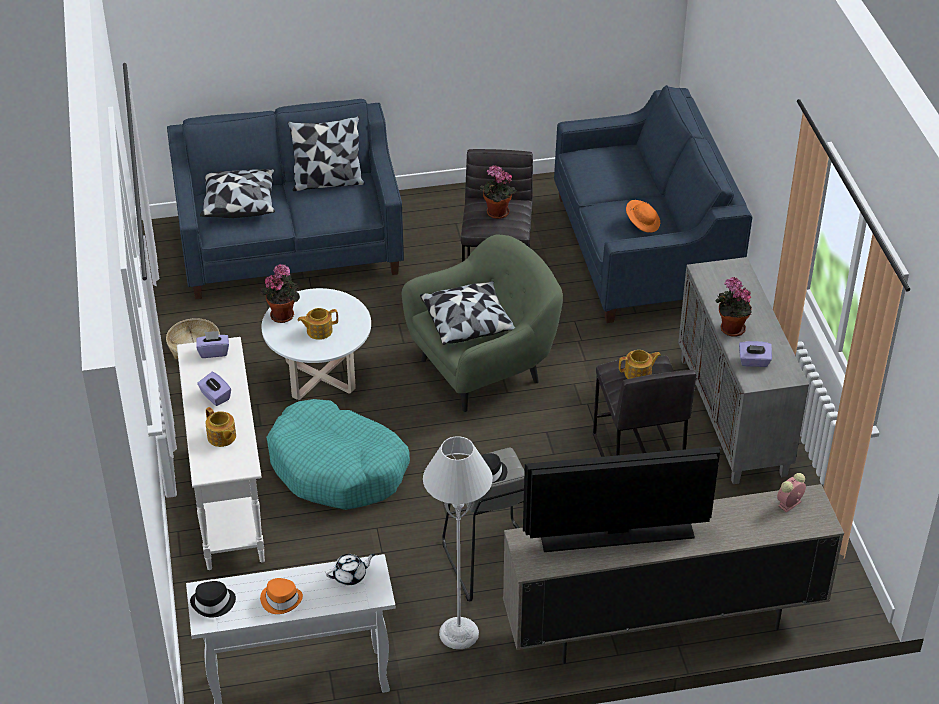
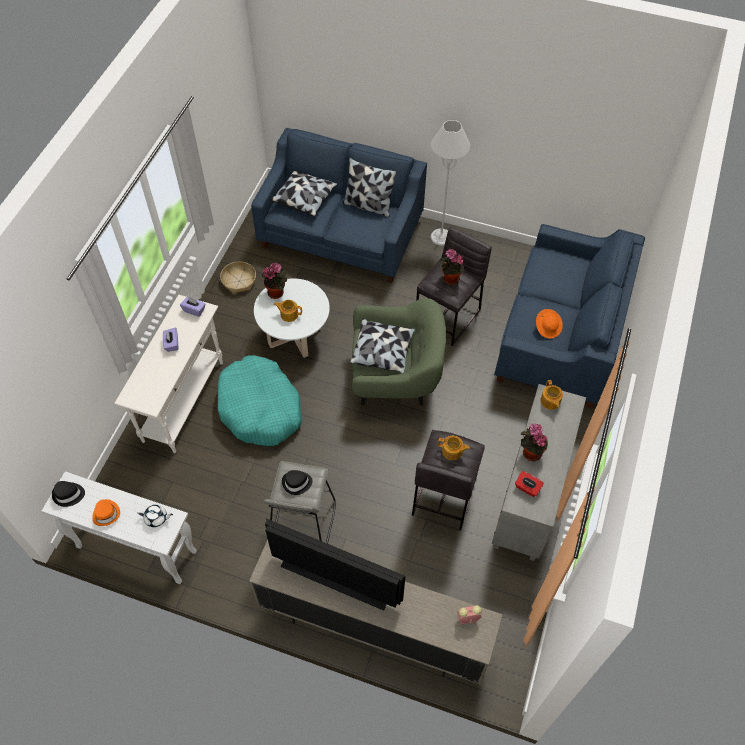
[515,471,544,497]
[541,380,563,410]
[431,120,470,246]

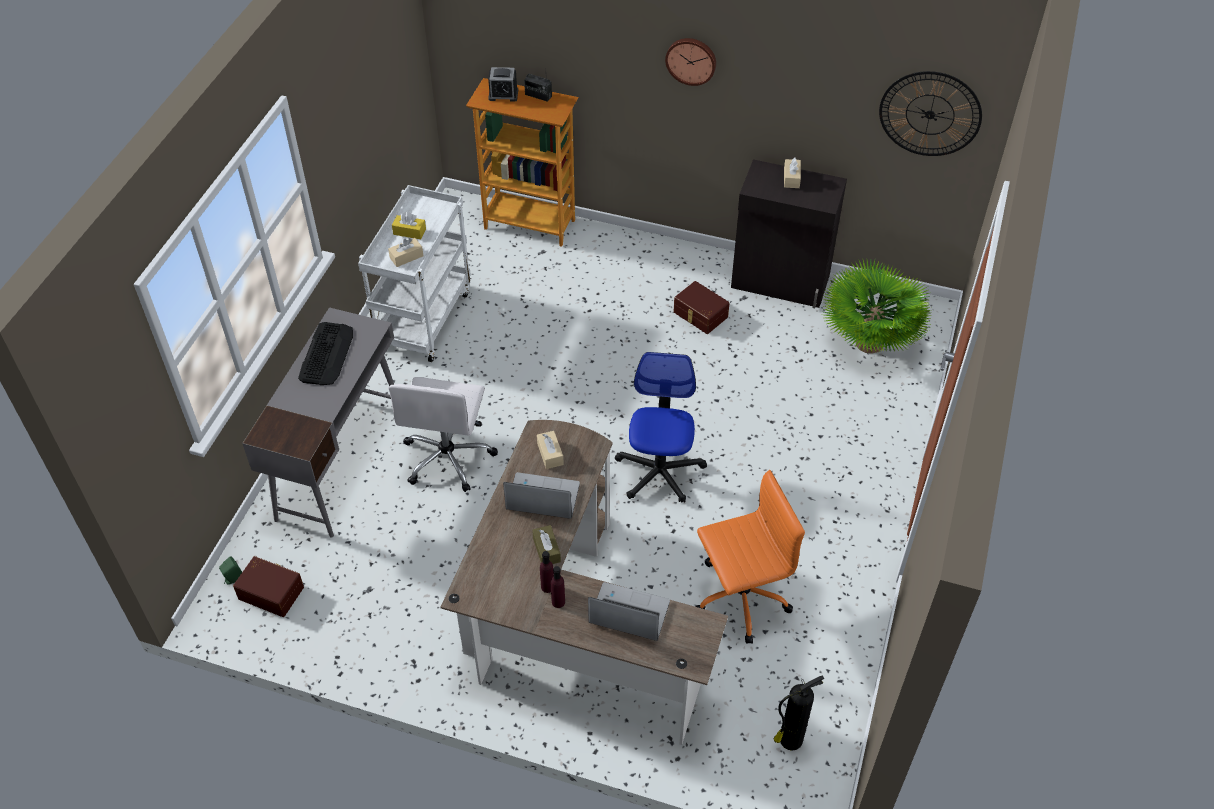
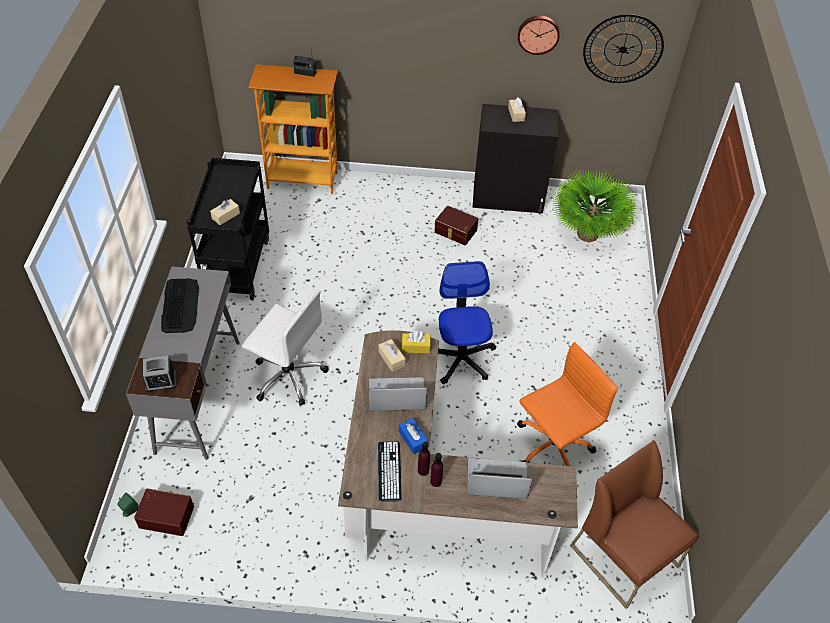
[518,16,560,55]
[142,356,176,392]
[187,158,269,300]
[402,331,431,353]
[242,291,329,406]
[399,418,428,454]
[570,440,698,609]
[378,441,402,502]

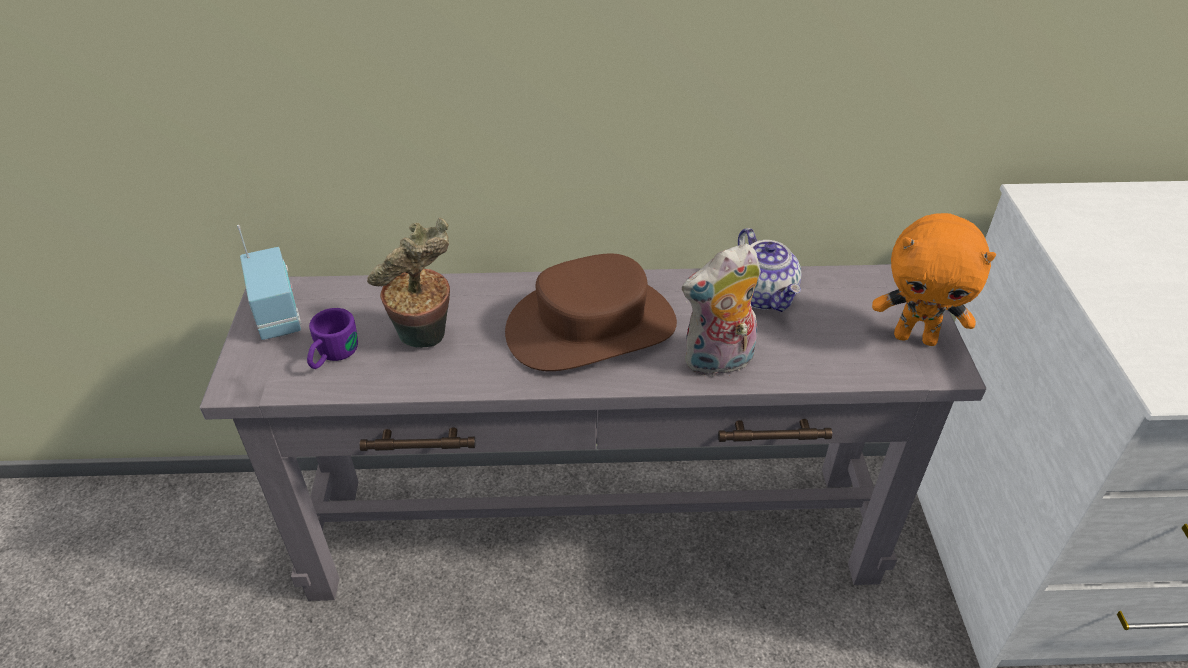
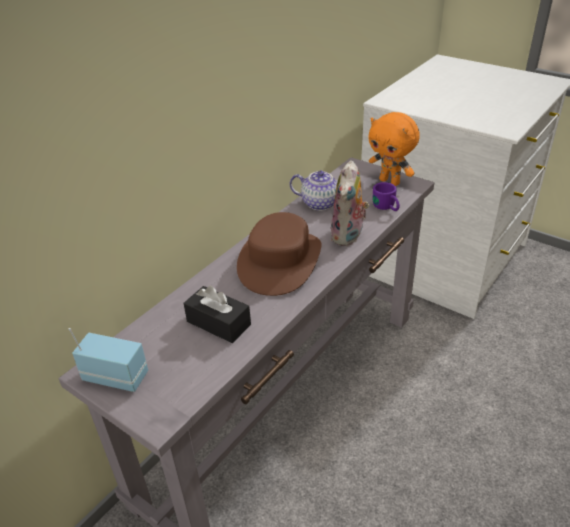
[368,112,420,186]
[184,286,251,343]
[373,182,400,211]

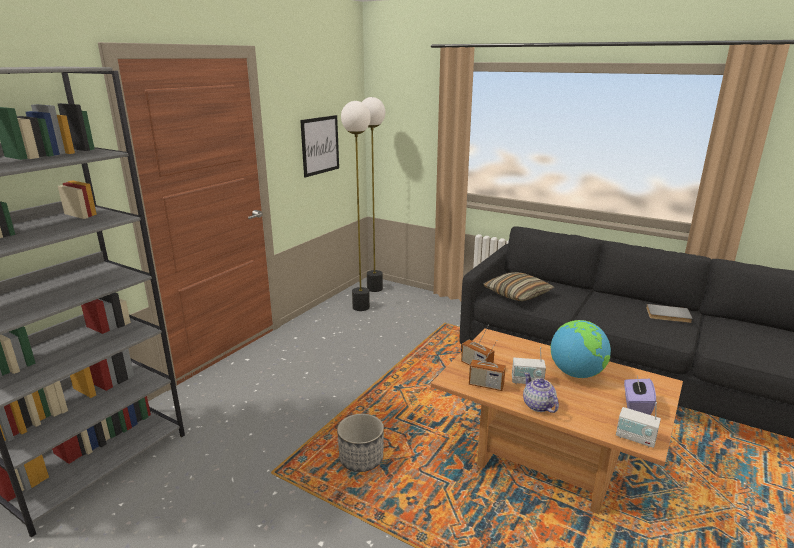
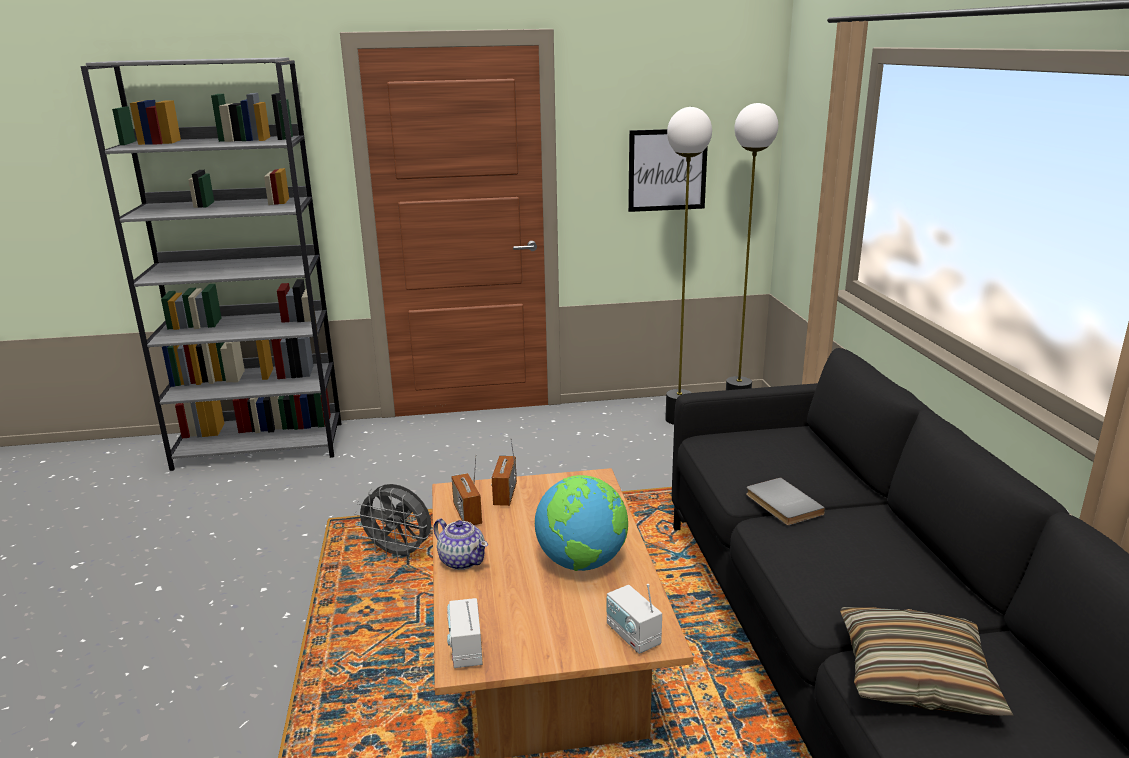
[840,607,1014,716]
[746,477,825,525]
[606,584,662,654]
[433,519,488,570]
[624,375,656,415] (first image)
[354,484,431,561]

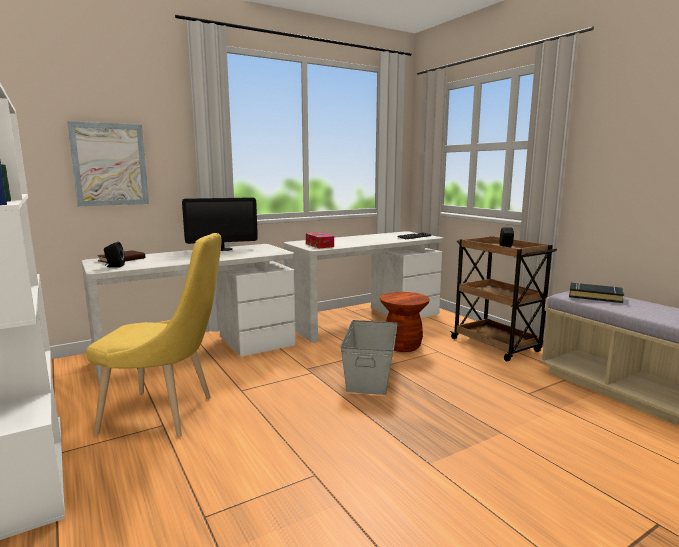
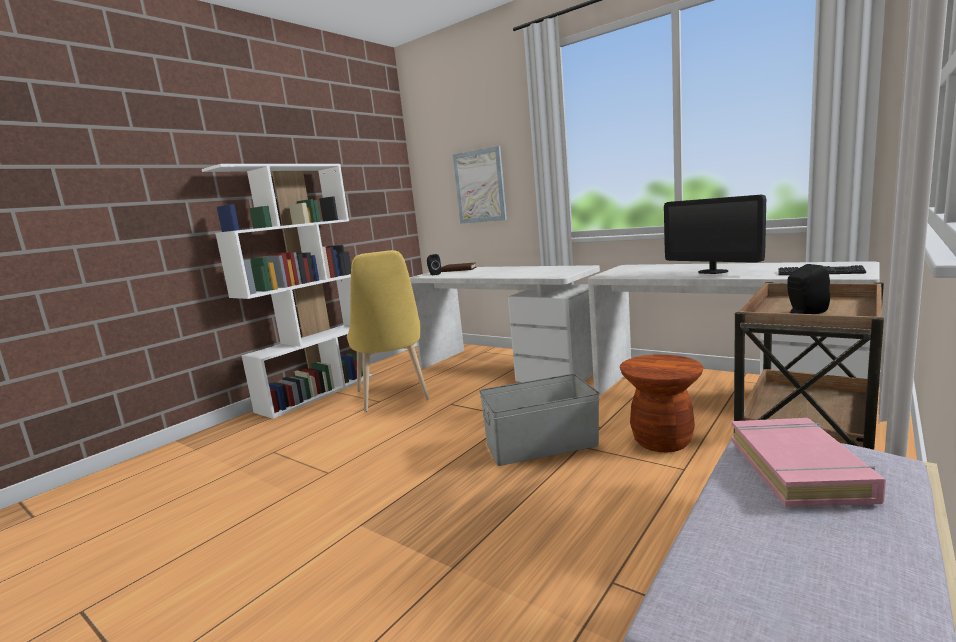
[664,194,766,274]
[306,232,334,248] (first image)
[731,418,886,507]

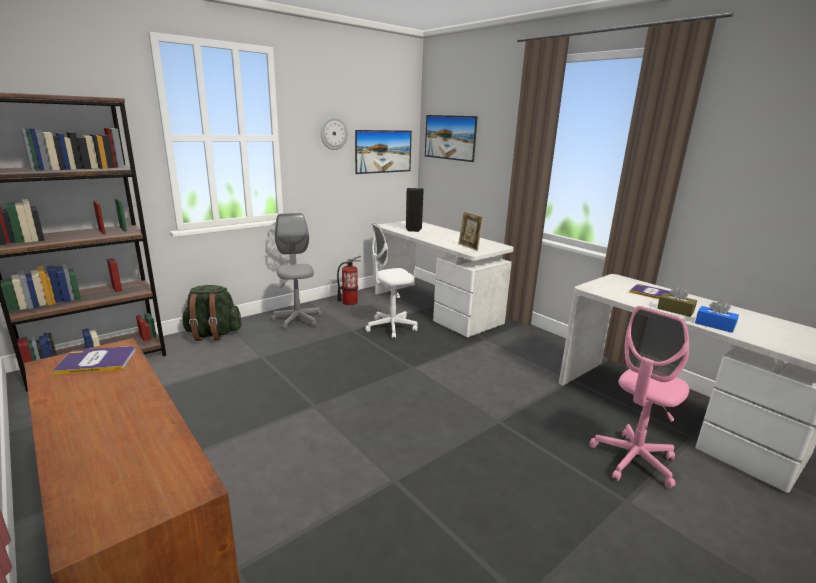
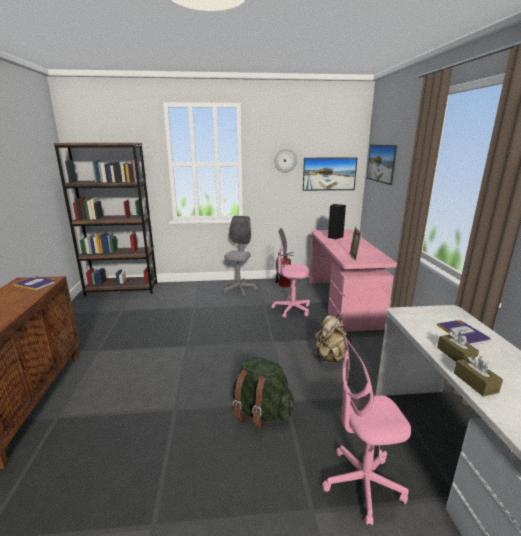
[309,229,397,332]
[271,228,310,318]
[233,357,294,429]
[454,356,503,397]
[315,315,352,363]

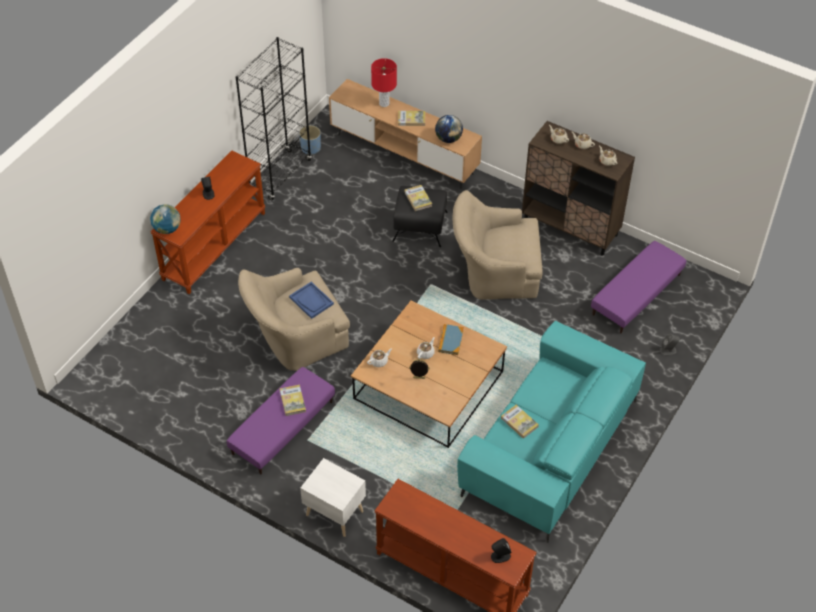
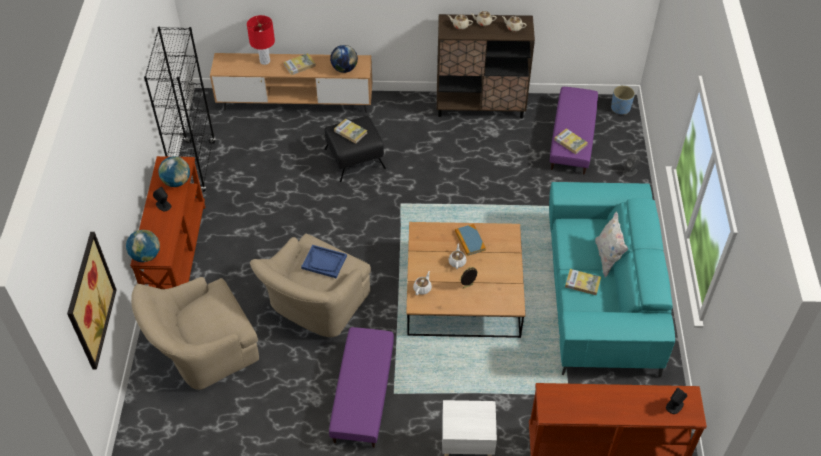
[611,85,635,115]
[131,277,259,390]
[554,128,588,154]
[158,156,190,187]
[595,211,628,277]
[67,232,117,369]

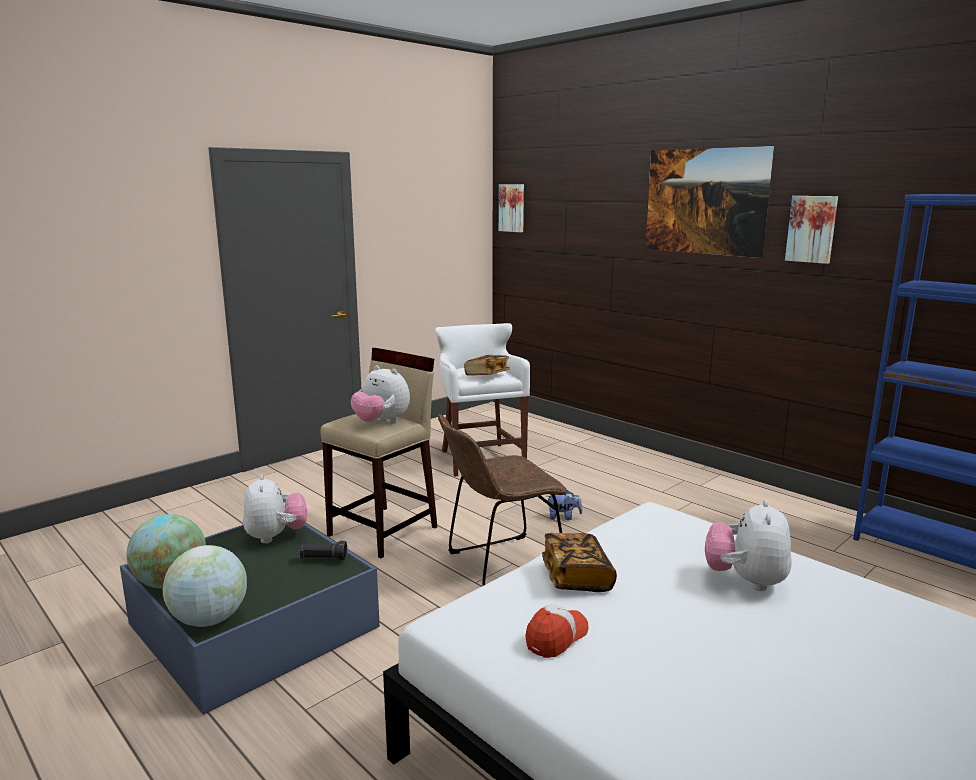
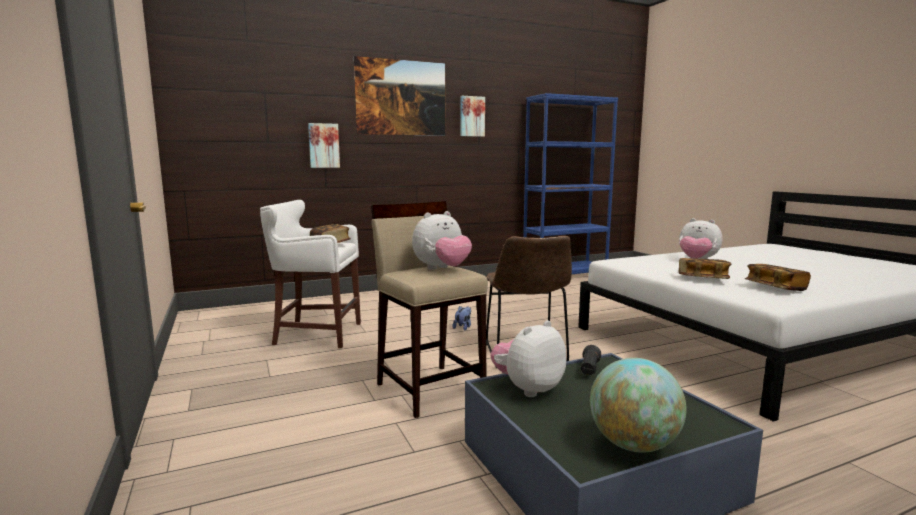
[308,123,340,168]
[490,320,566,397]
[163,545,247,627] (first image)
[745,264,811,291]

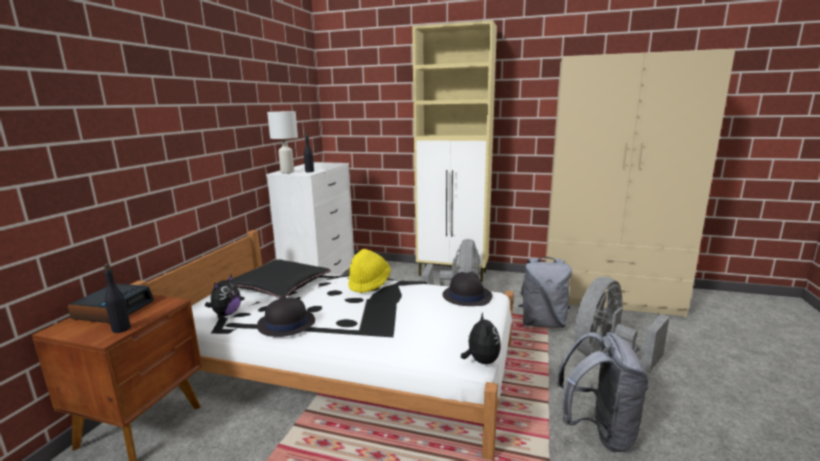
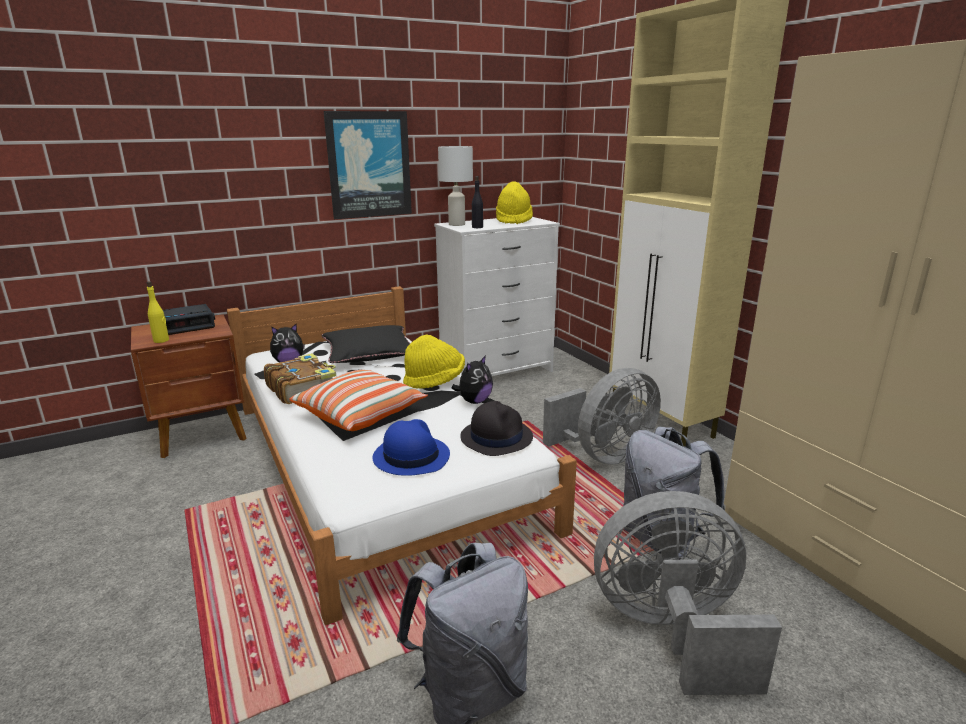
[146,281,169,343]
[264,353,336,404]
[451,355,493,404]
[324,111,412,219]
[496,181,533,224]
[289,370,428,431]
[373,419,450,476]

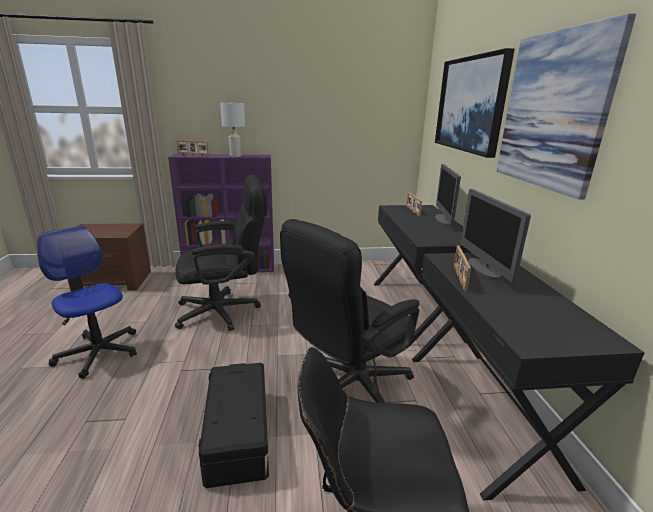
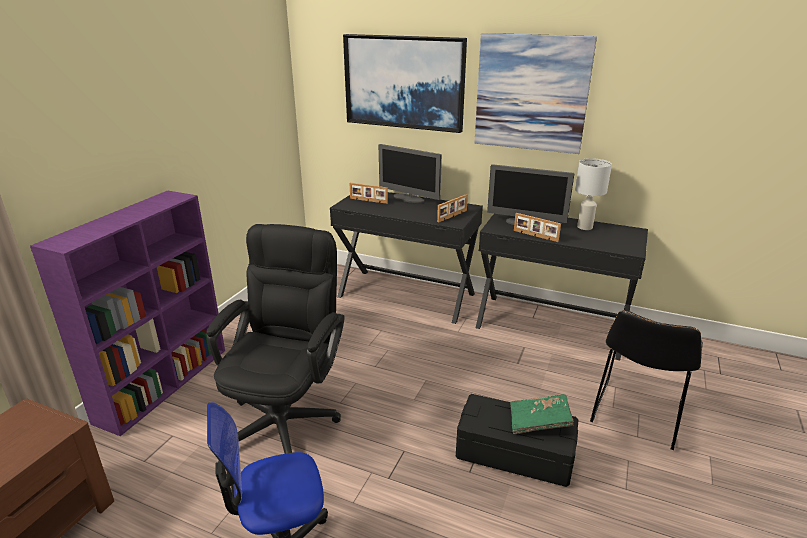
[575,158,612,230]
[437,194,468,223]
[280,219,419,403] (first image)
[510,394,574,434]

